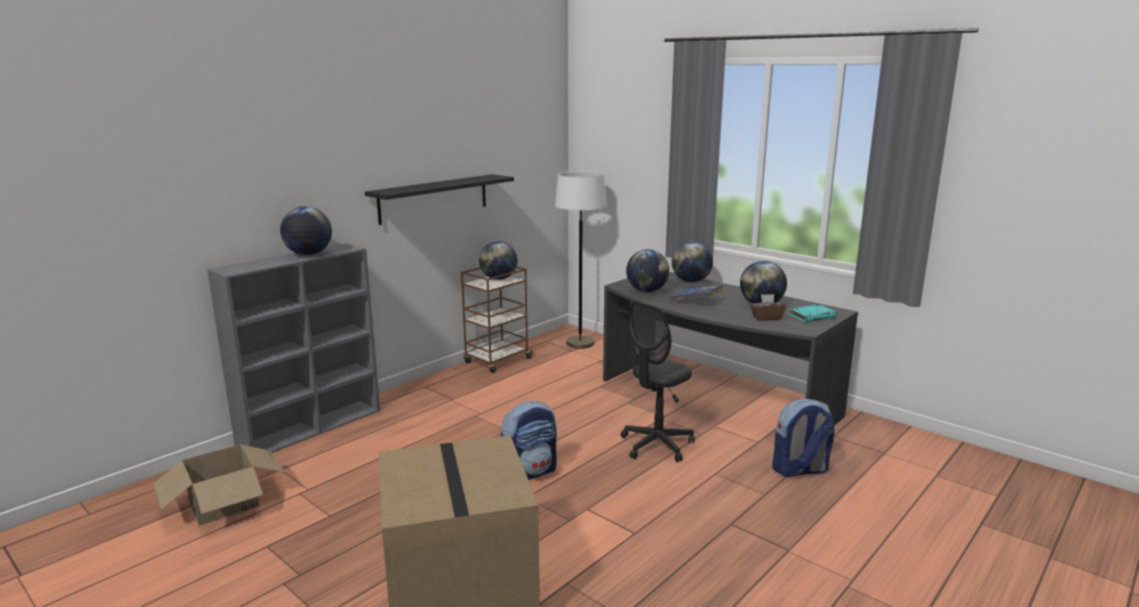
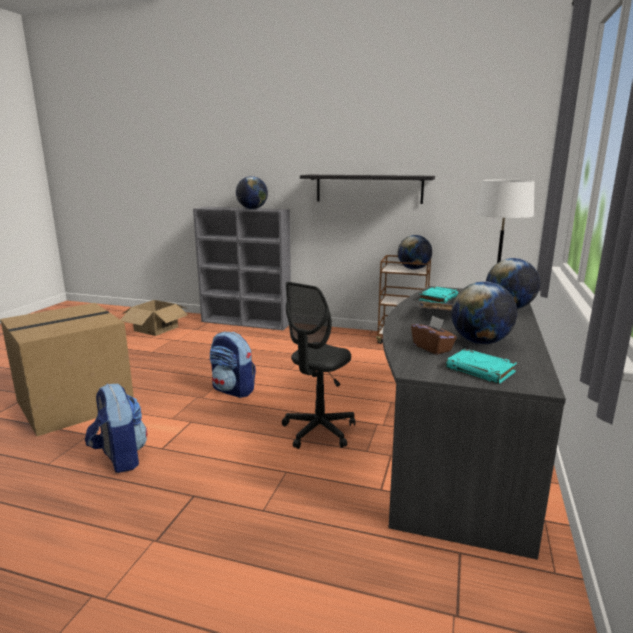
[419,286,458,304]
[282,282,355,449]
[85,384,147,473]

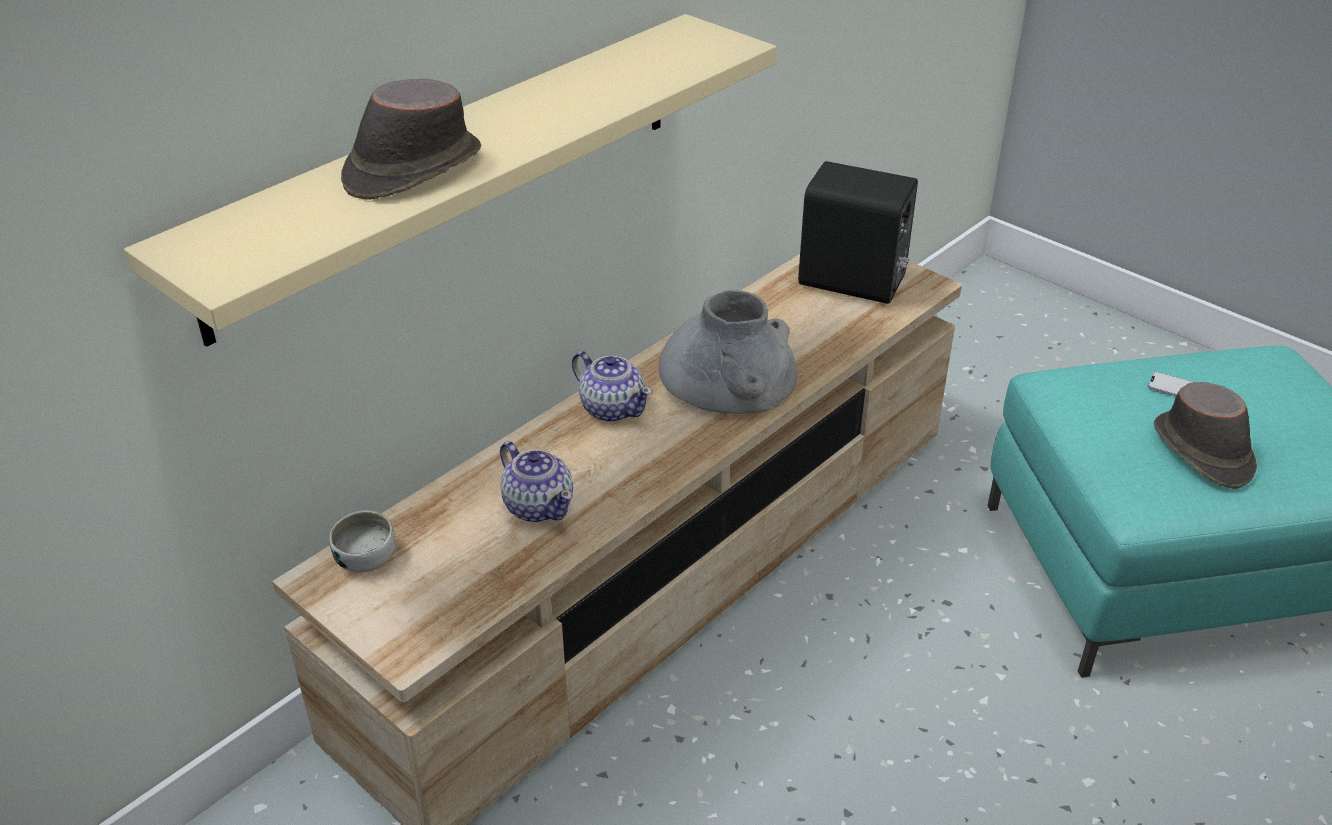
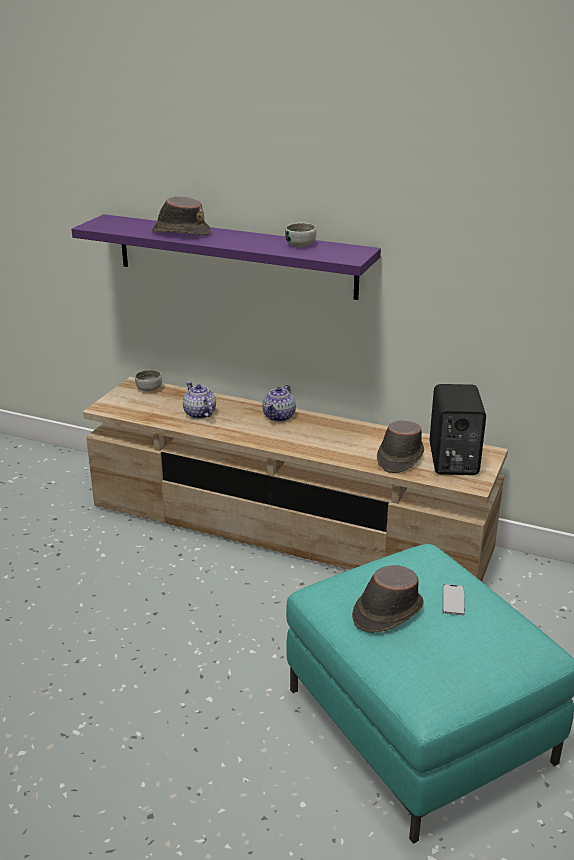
[71,214,381,300]
[659,290,798,414] (first image)
[183,382,216,419]
[285,222,317,247]
[377,421,424,473]

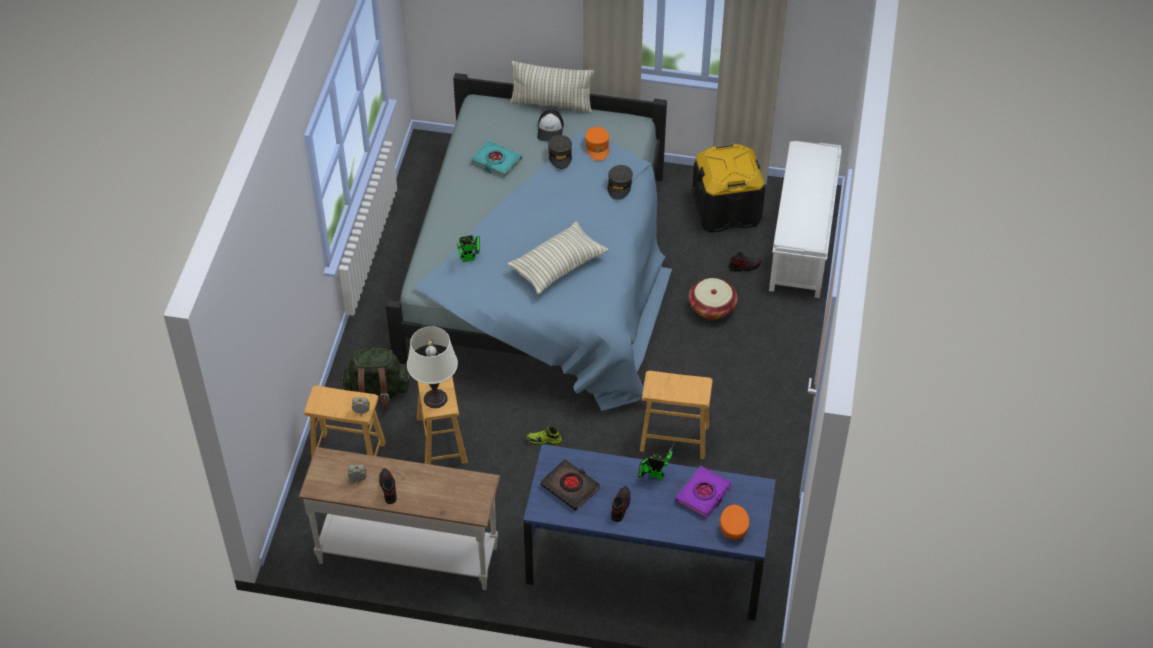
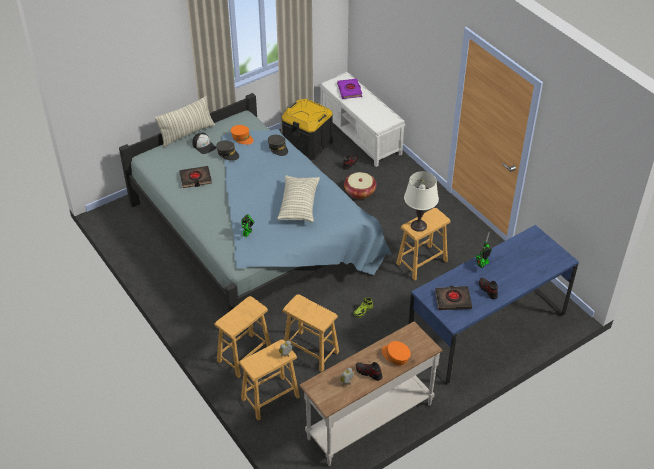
[179,166,212,188]
[404,171,439,232]
[214,296,271,378]
[337,79,362,99]
[382,341,411,365]

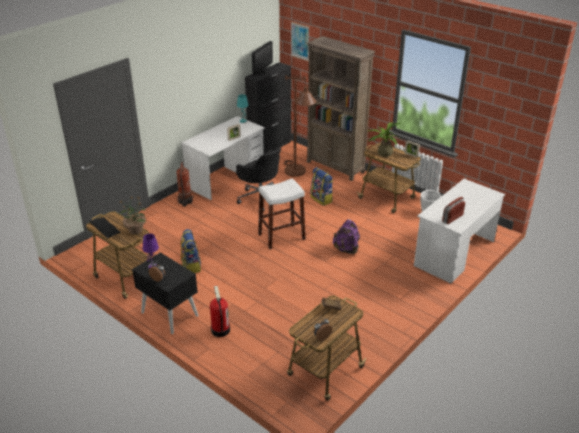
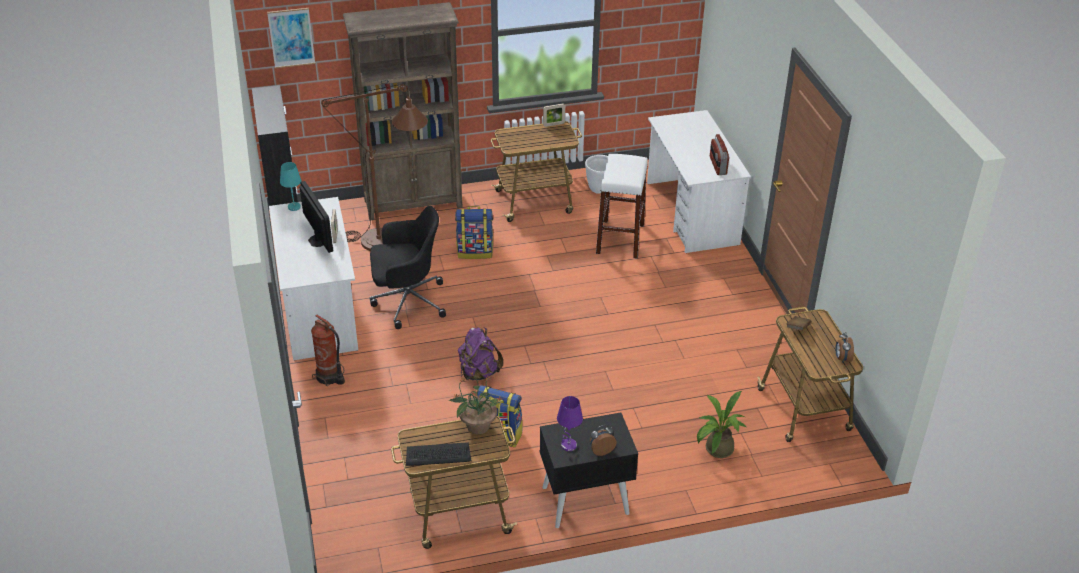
[299,181,333,253]
[697,391,746,458]
[596,154,648,259]
[458,328,503,380]
[210,286,230,337] (first image)

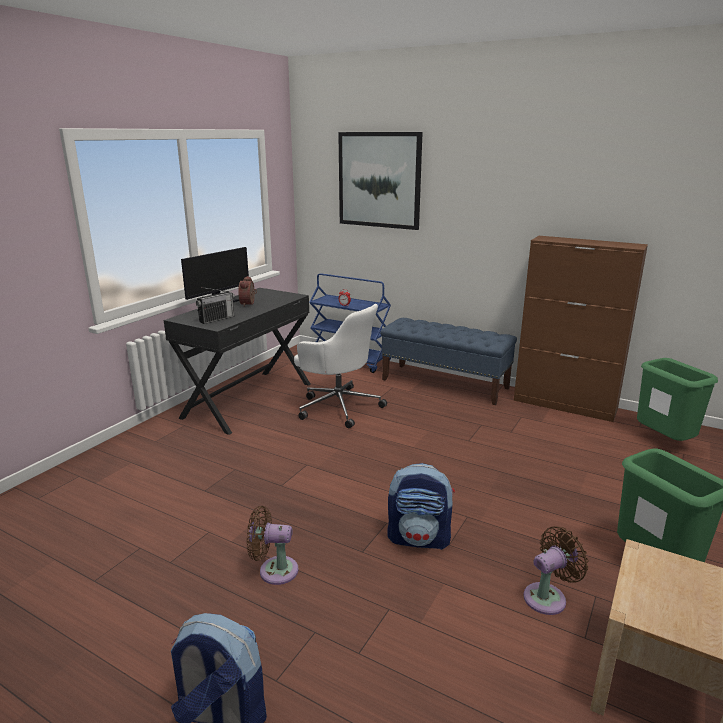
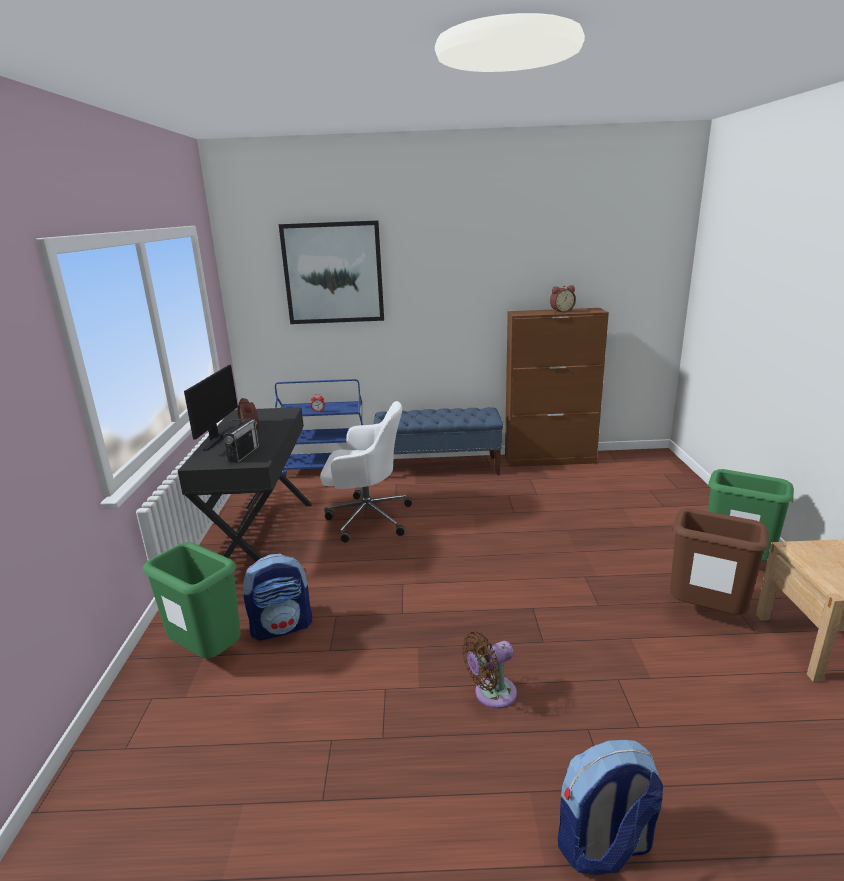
[143,542,241,658]
[243,554,312,641]
[670,508,769,615]
[550,285,576,313]

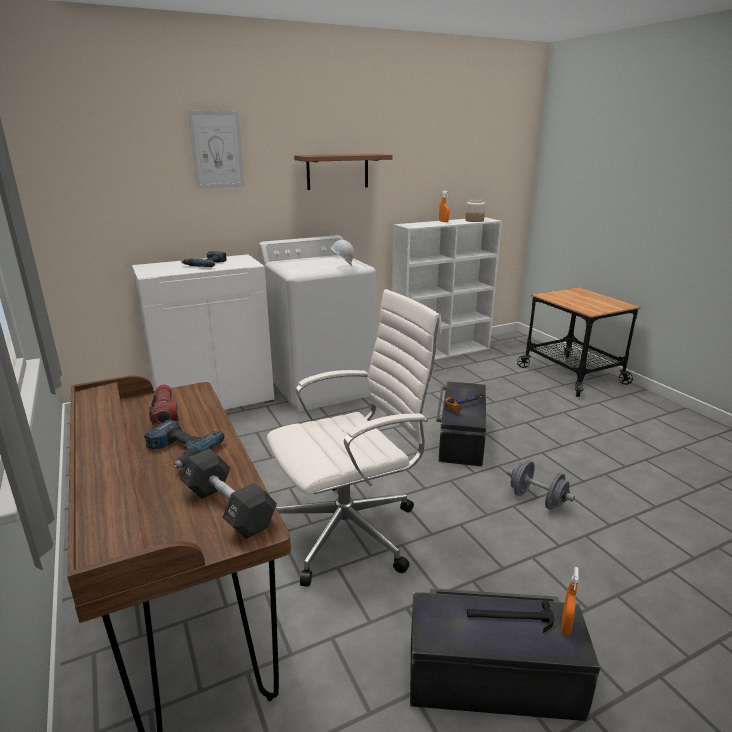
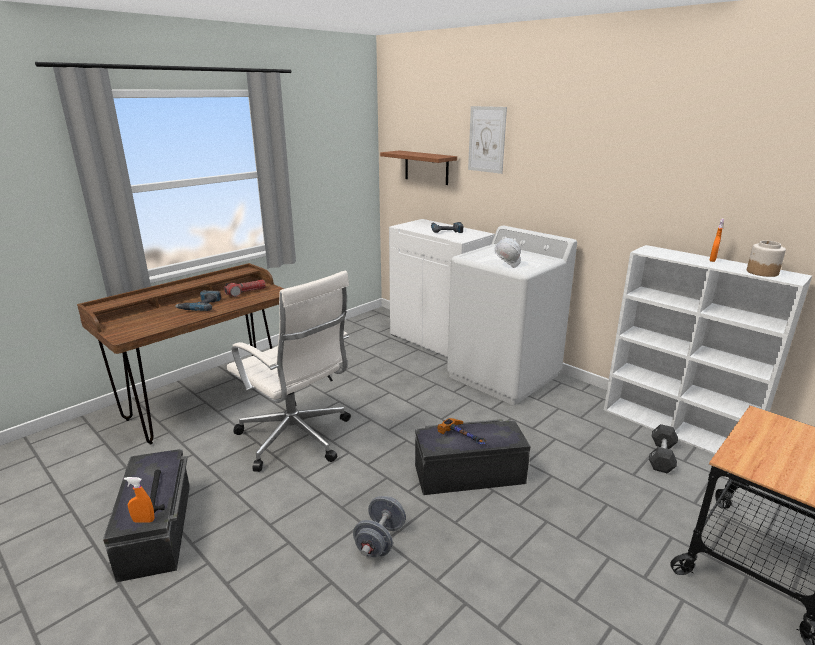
[380,151,457,185]
[649,424,678,474]

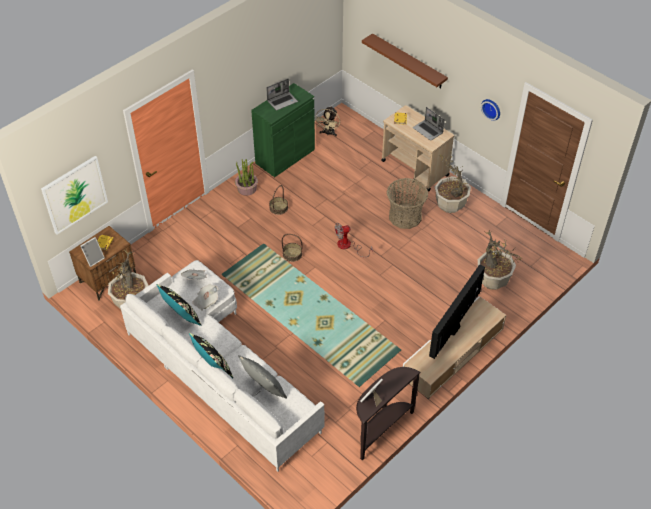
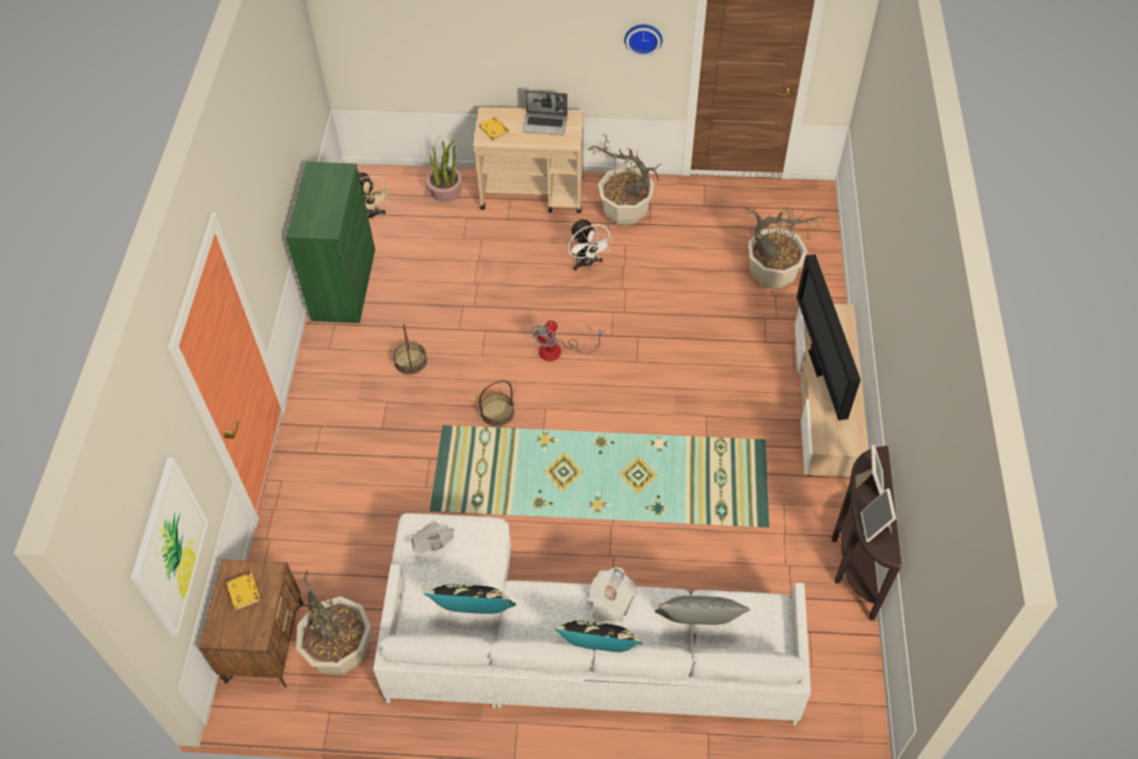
[362,33,448,89] (first image)
[266,79,298,110] (first image)
[426,140,462,202]
[568,218,613,271]
[855,445,884,495]
[589,567,637,622]

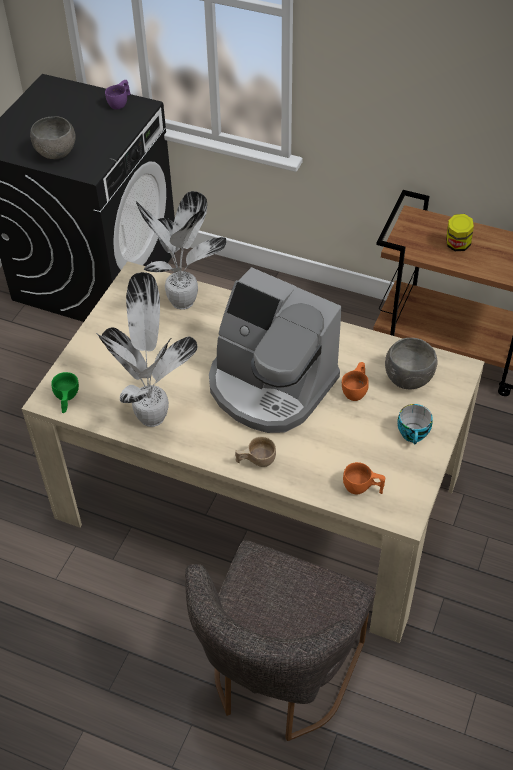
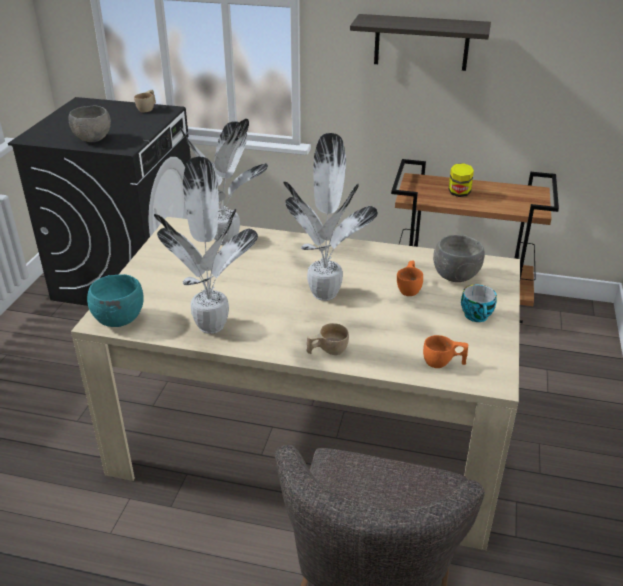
[134,90,156,113]
[283,133,378,301]
[87,274,144,327]
[350,14,491,71]

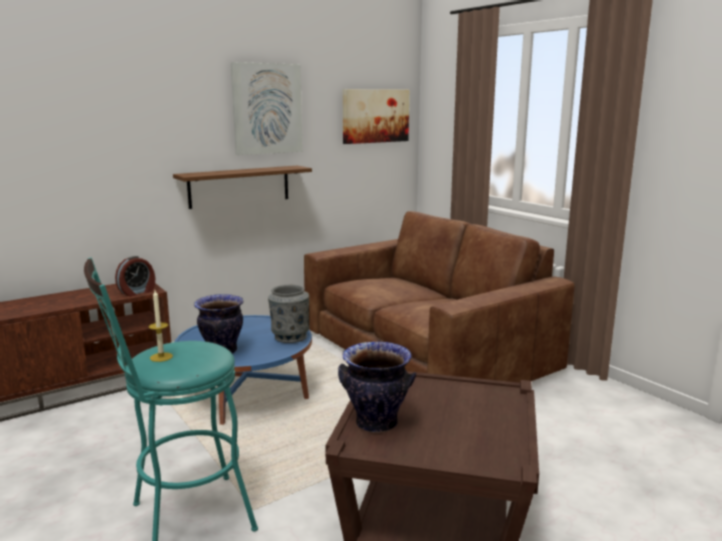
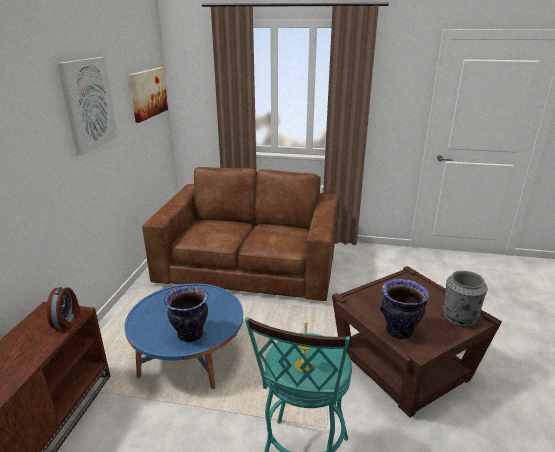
[173,166,312,209] (first image)
[443,271,488,327]

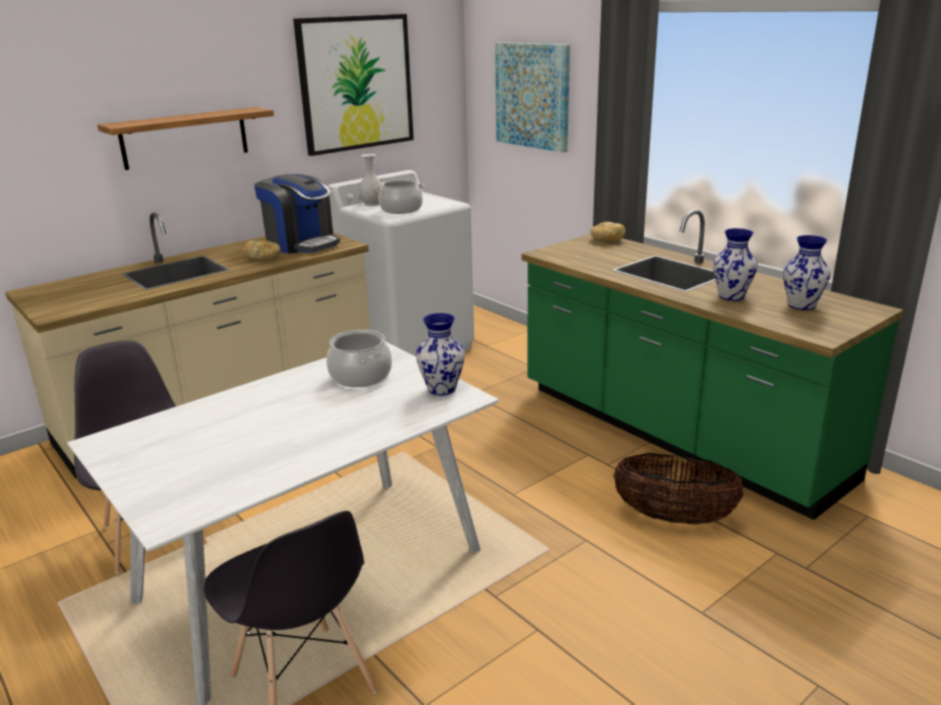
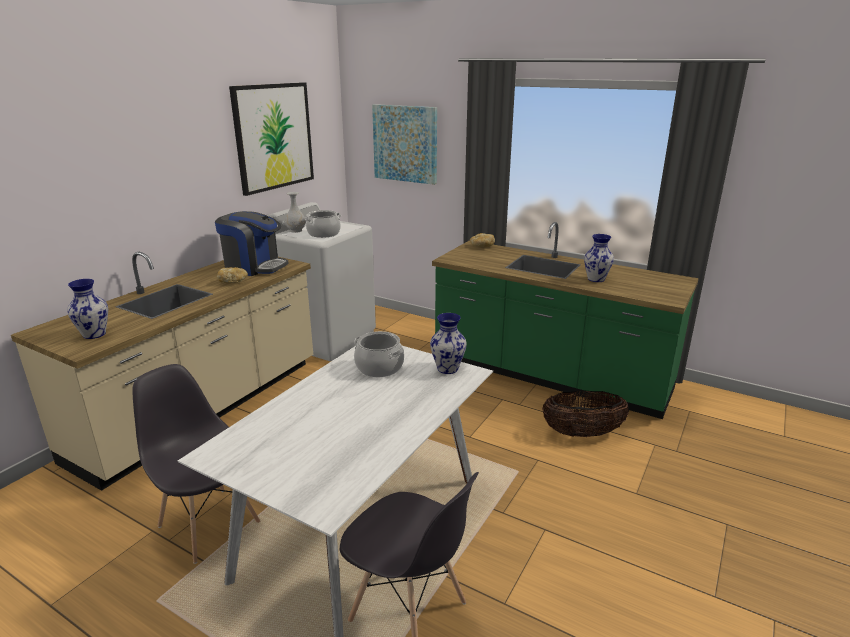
[97,107,274,170] (first image)
[67,279,108,339]

